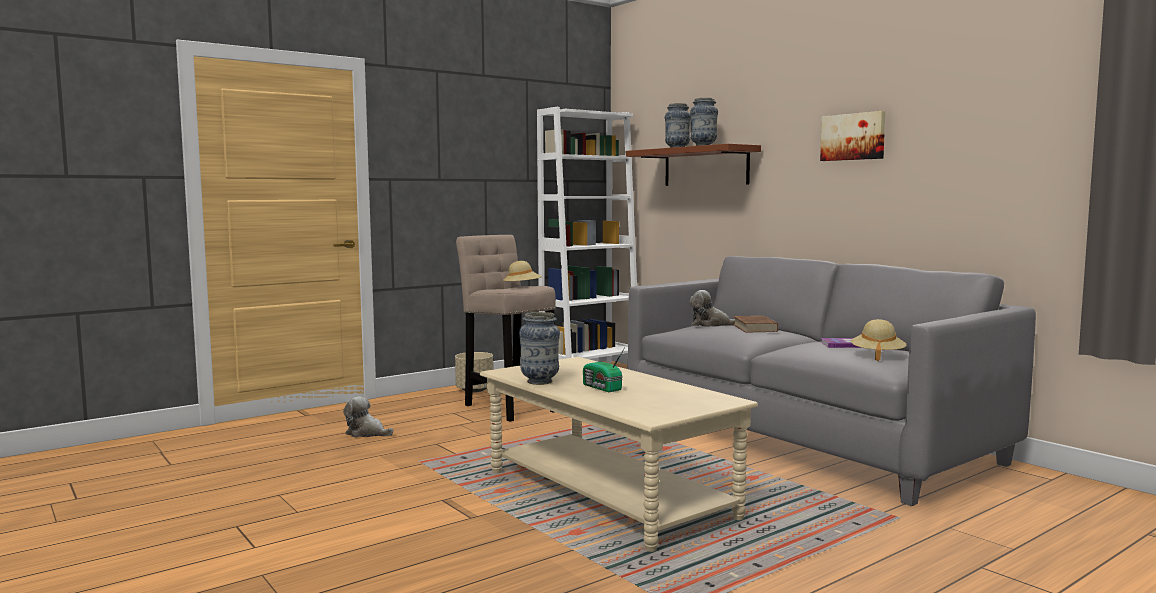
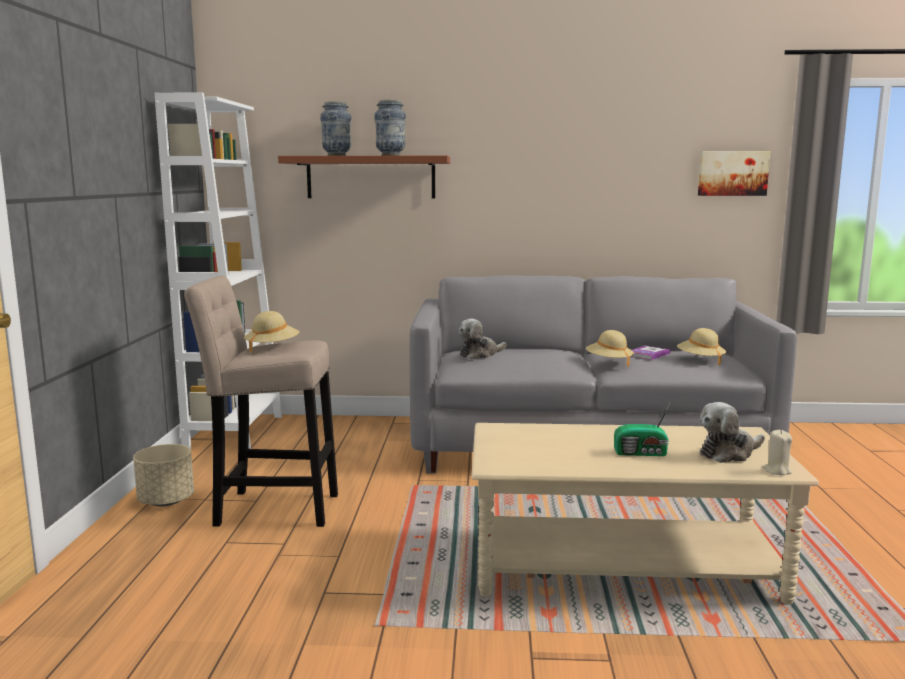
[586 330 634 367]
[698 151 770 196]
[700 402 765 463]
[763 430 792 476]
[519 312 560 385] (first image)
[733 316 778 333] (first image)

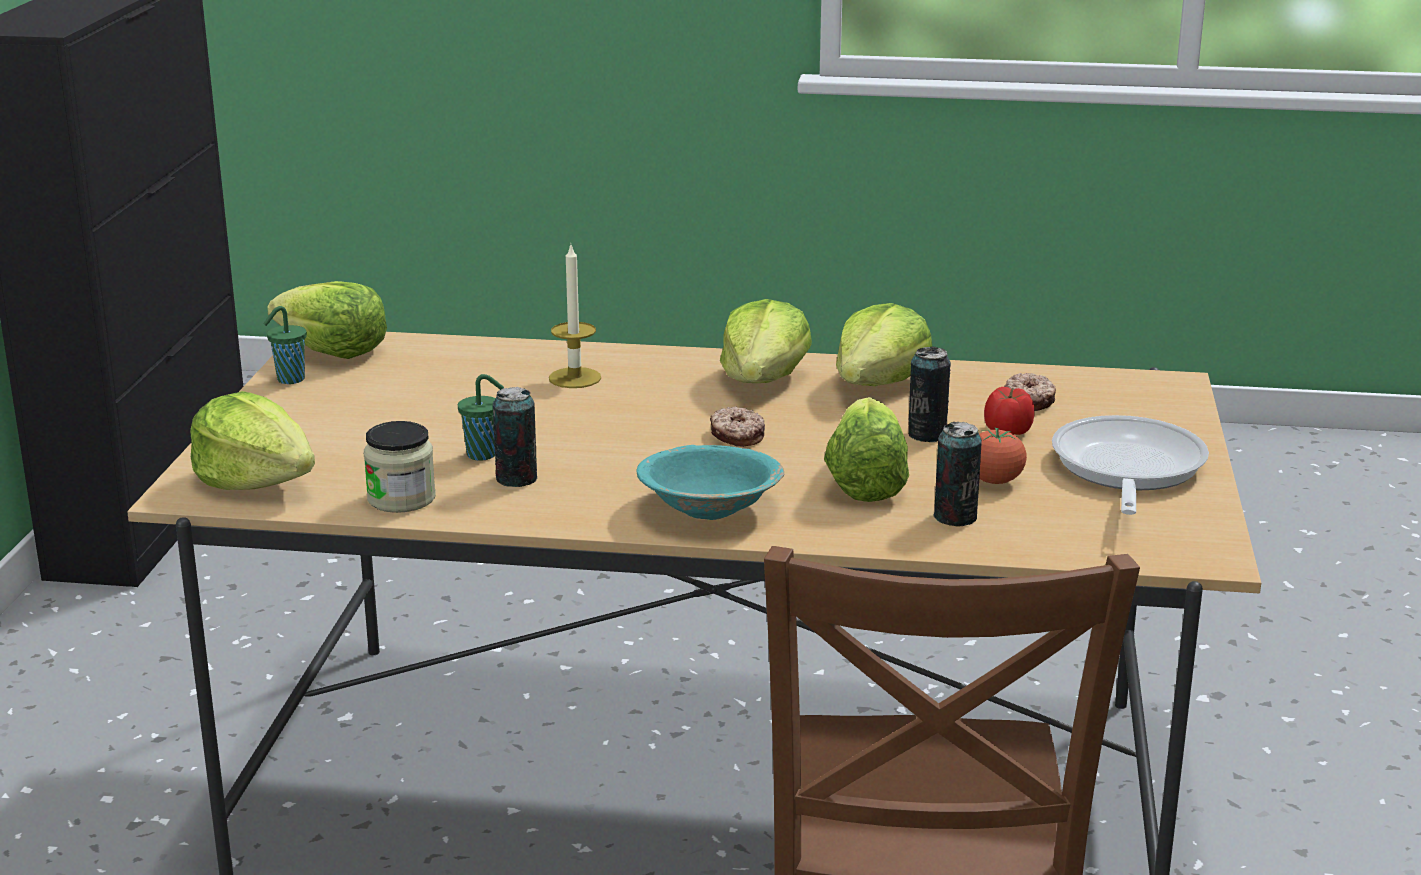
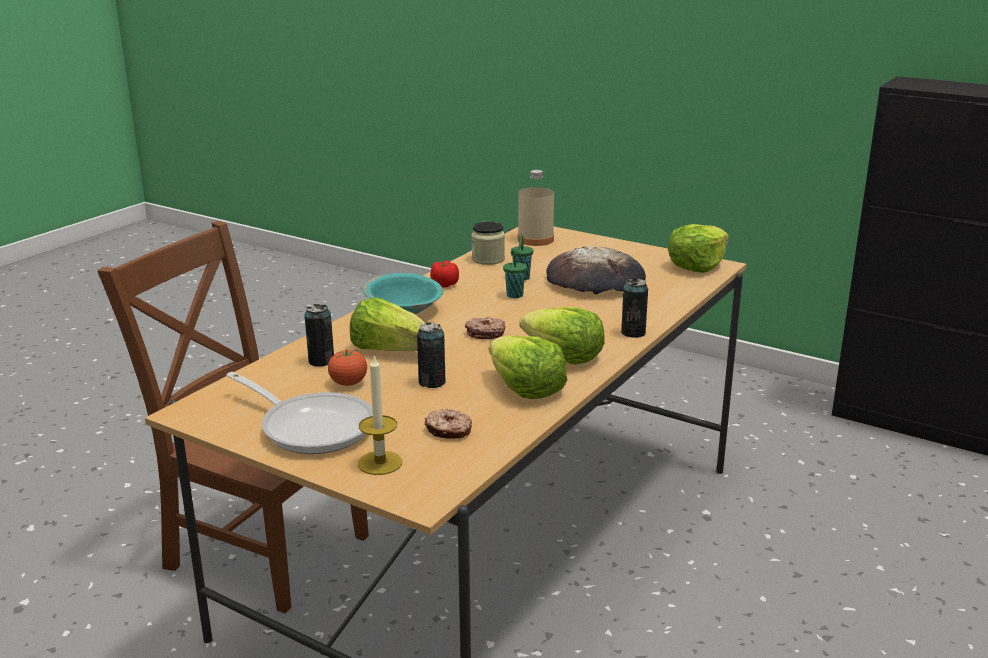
[358 356 402 475]
[430 260 459 288]
[503 249 527 298]
[517 170 554 246]
[546 246 646 294]
[621 278 648 338]

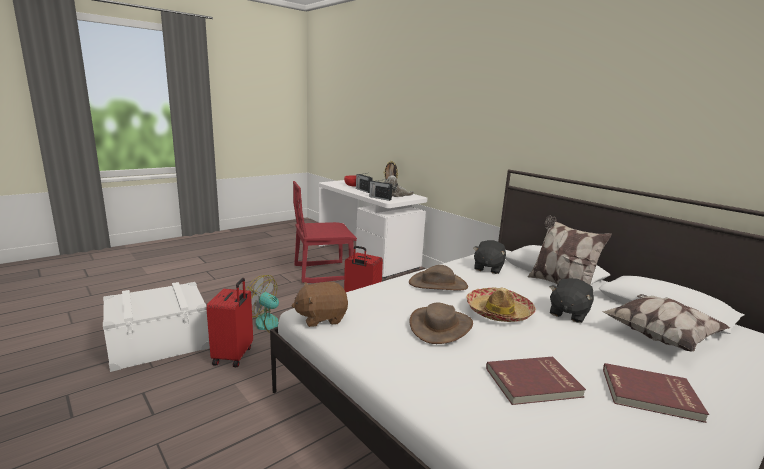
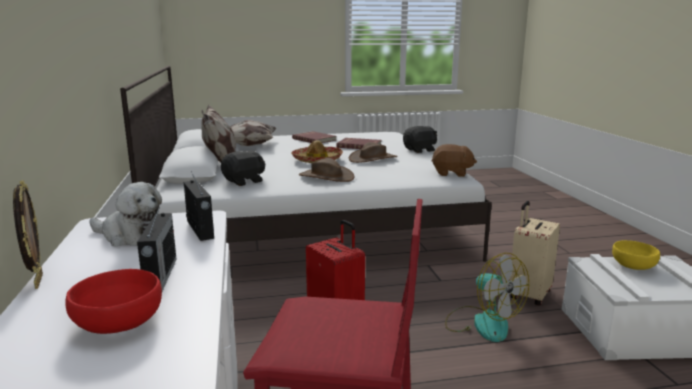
[403 126 437 153]
[509 201 560 306]
[612 240 660 270]

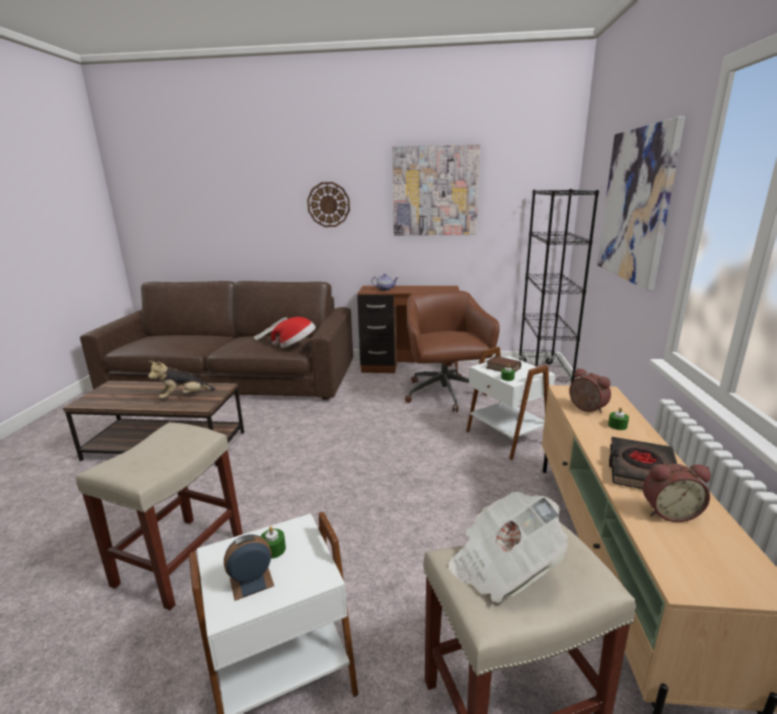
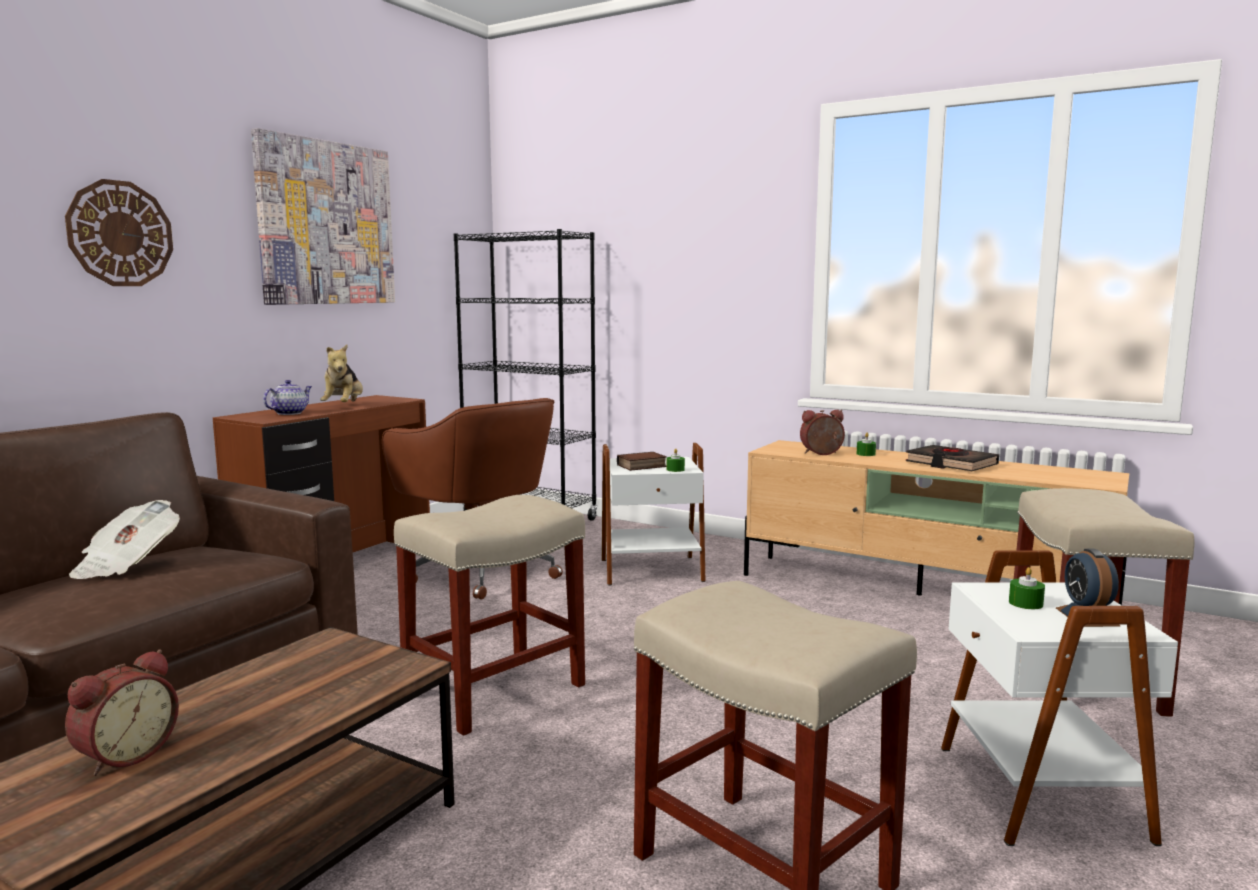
[65 649 179 776]
[320 345 363 402]
[382 398 563 599]
[394 495 585 736]
[271 317 316 348] (first image)
[448 491 568 603] (first image)
[597 117 685 291] (first image)

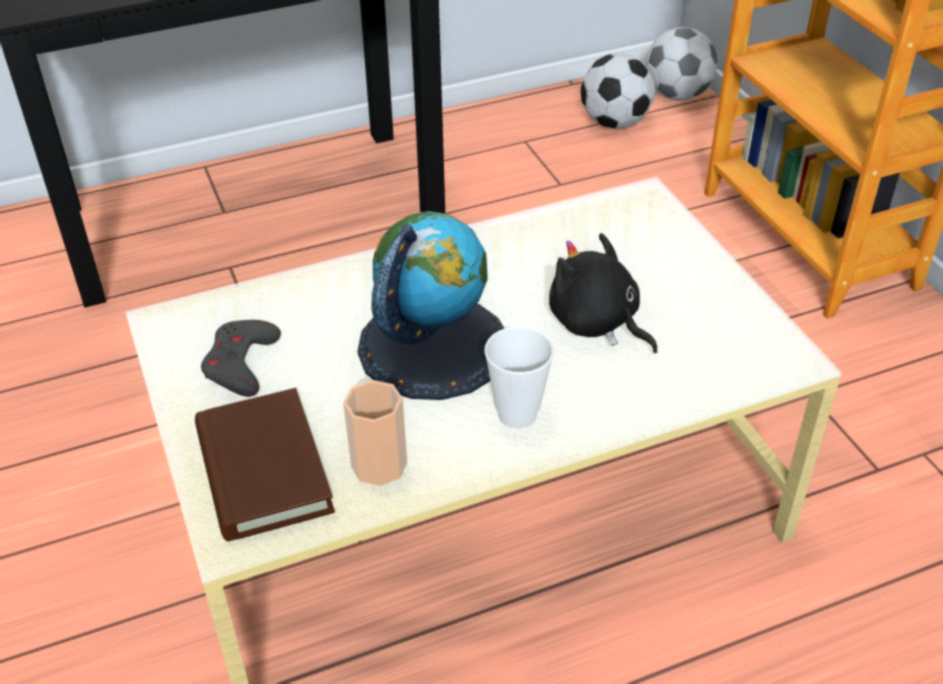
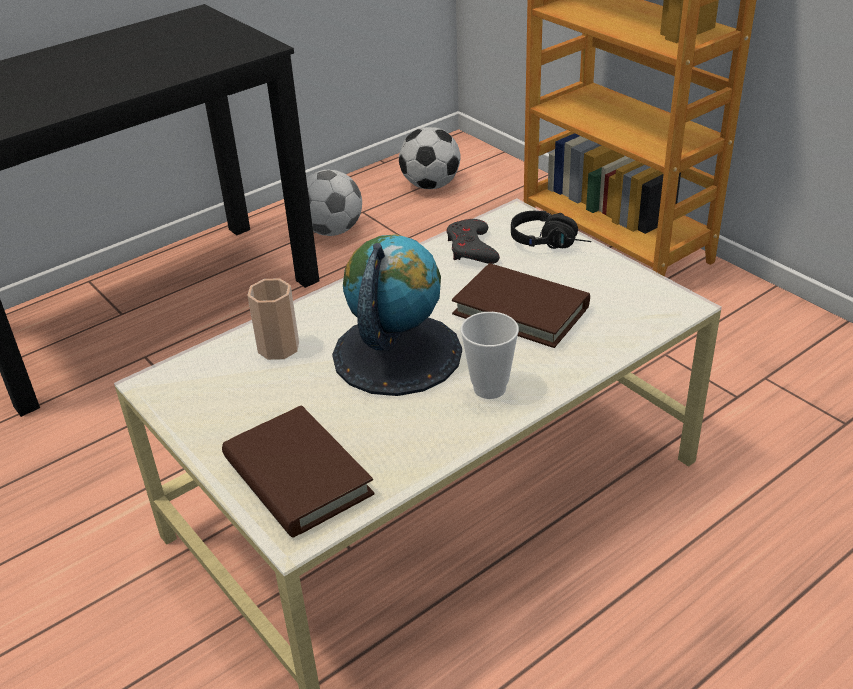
[247 278 299 360]
[306 170 362 236]
[447 219 500 264]
[452 263 590 348]
[511 211 591 249]

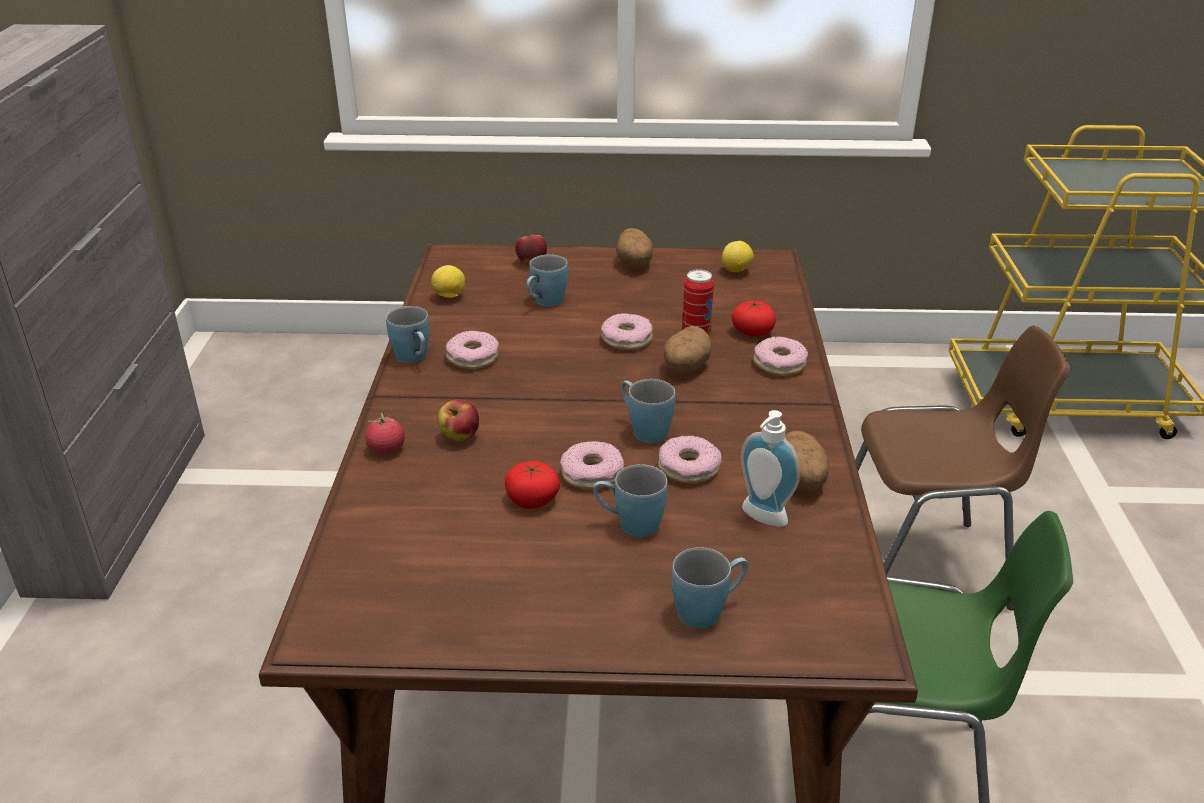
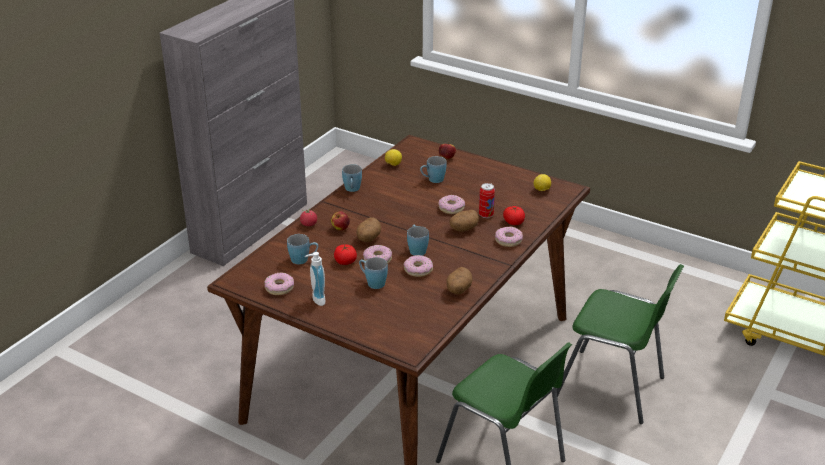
[265 272 294 295]
[287 234 318 264]
[305 252 325 306]
[357 217 381 242]
[556 264 684 424]

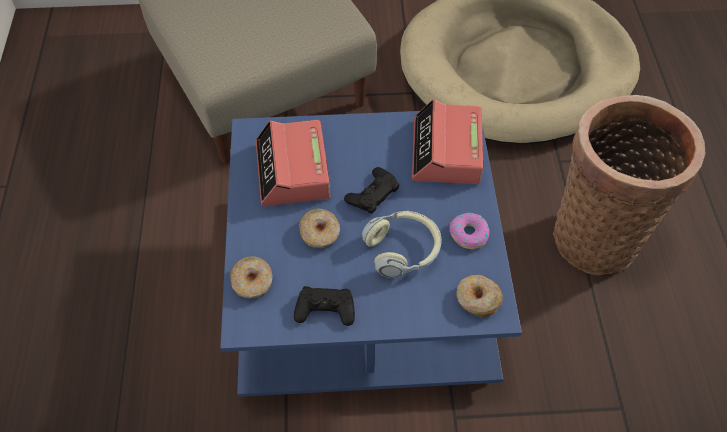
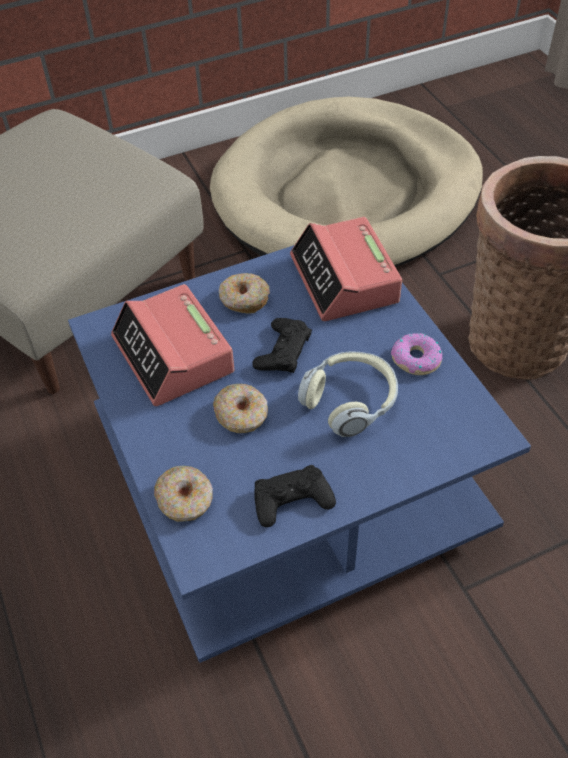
[219 273 270 313]

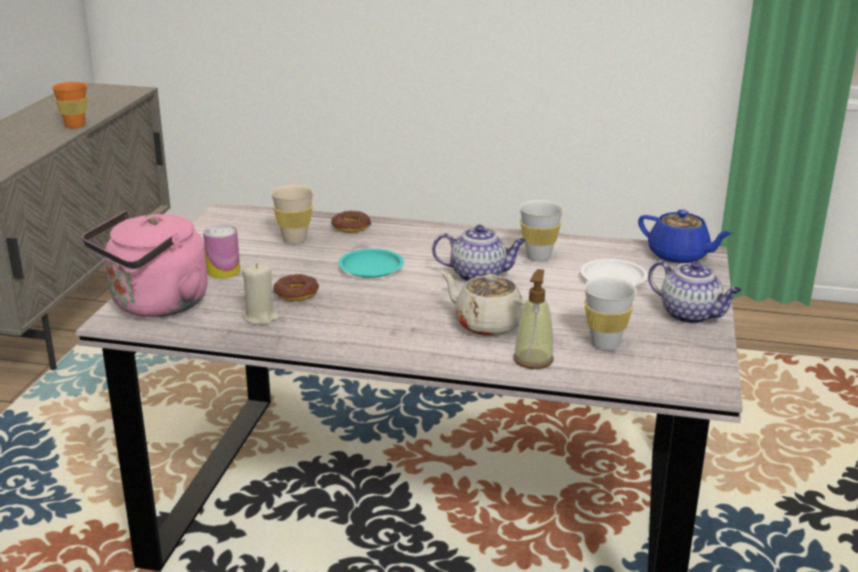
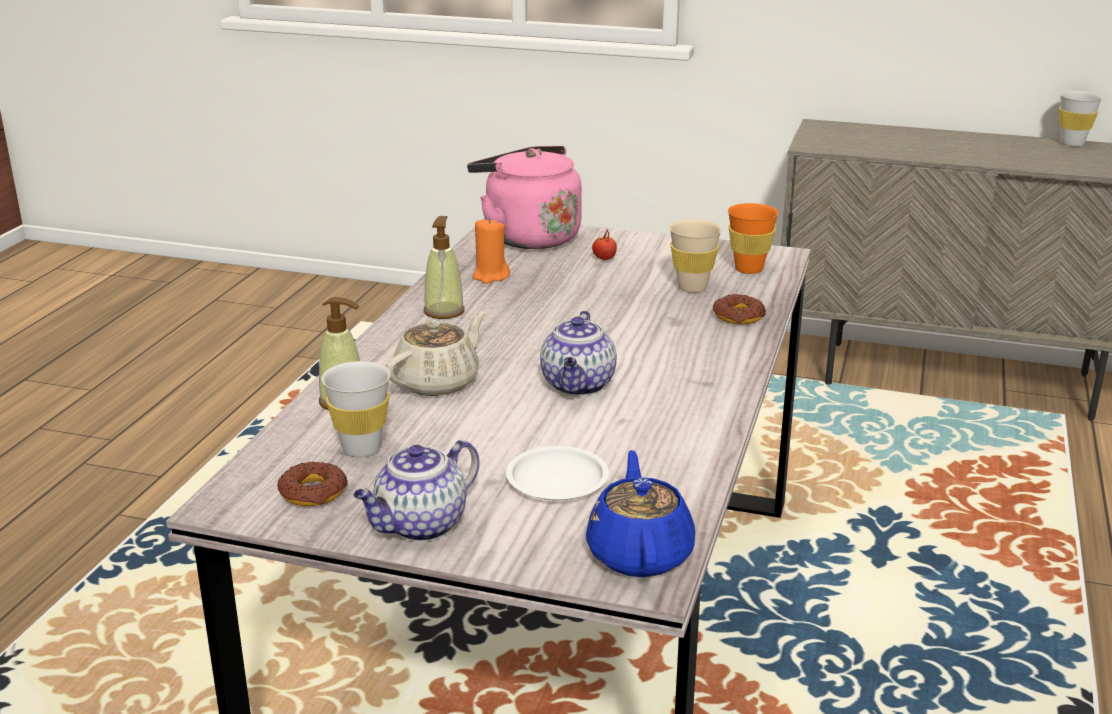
[277 462 348 506]
[424 216 465 319]
[473 218 510 284]
[586 450 695 577]
[592 228 617 260]
[728 203 779 274]
[1059 91 1103 147]
[339 249 404 278] (first image)

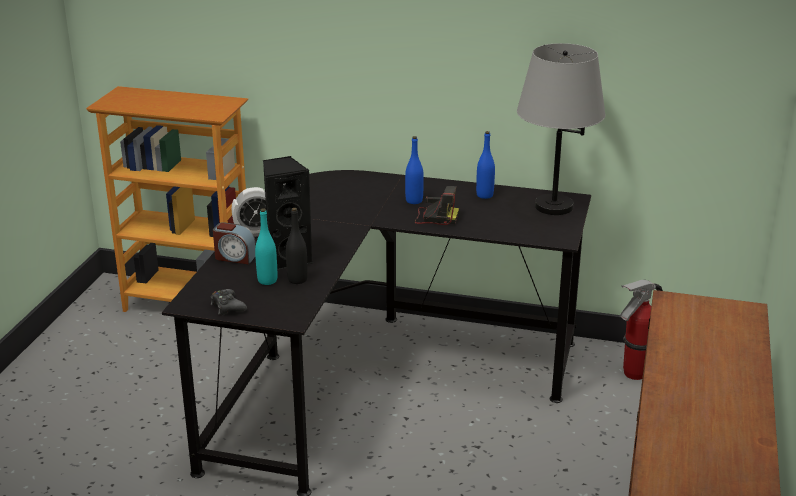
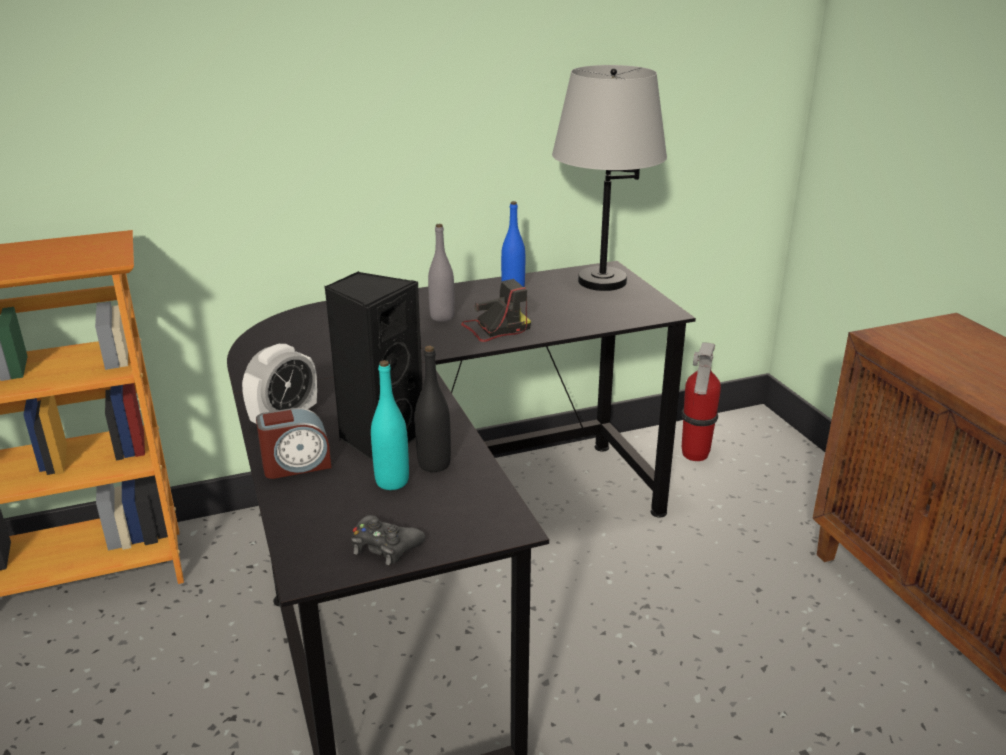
[428 224 455 322]

